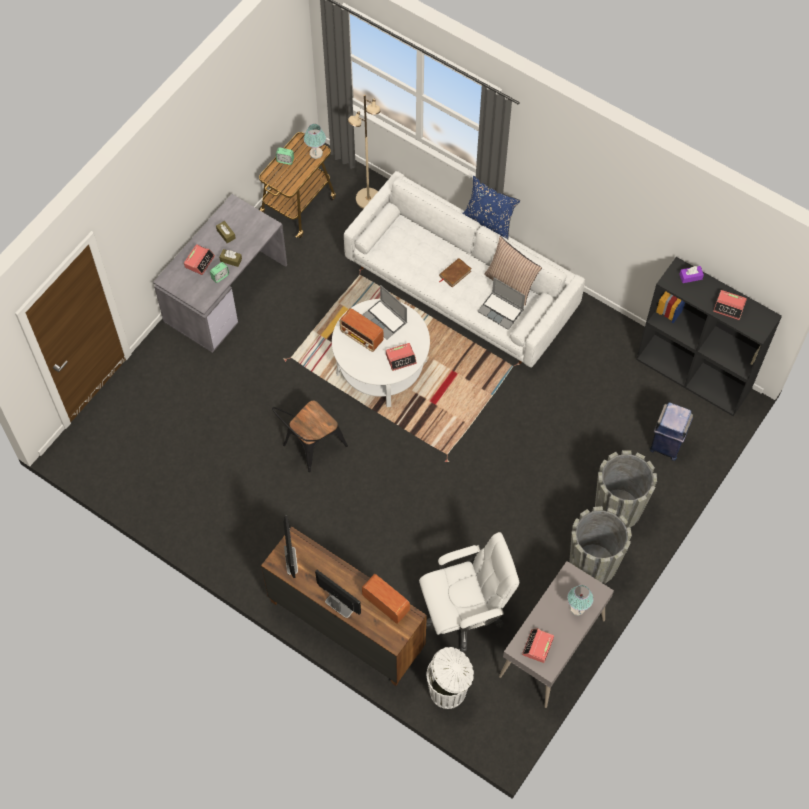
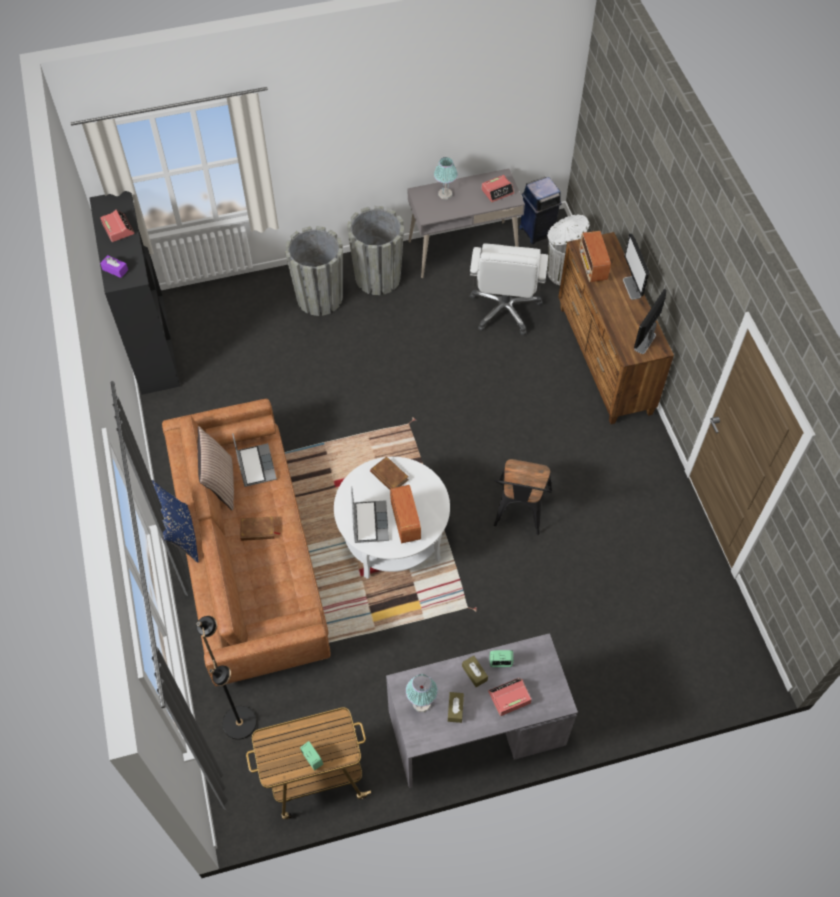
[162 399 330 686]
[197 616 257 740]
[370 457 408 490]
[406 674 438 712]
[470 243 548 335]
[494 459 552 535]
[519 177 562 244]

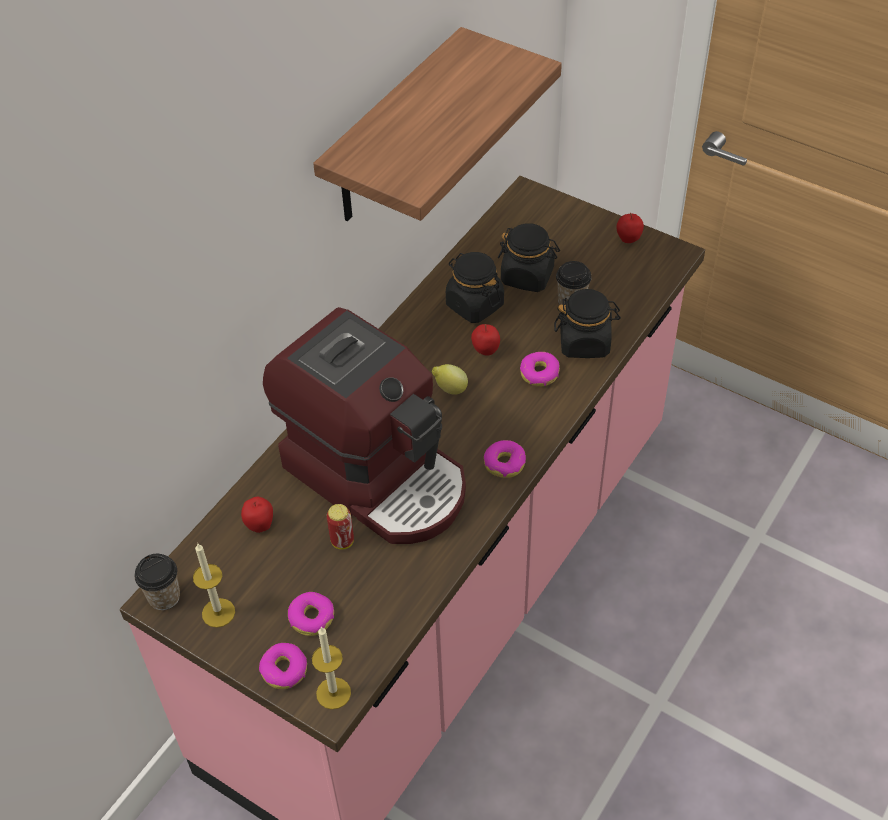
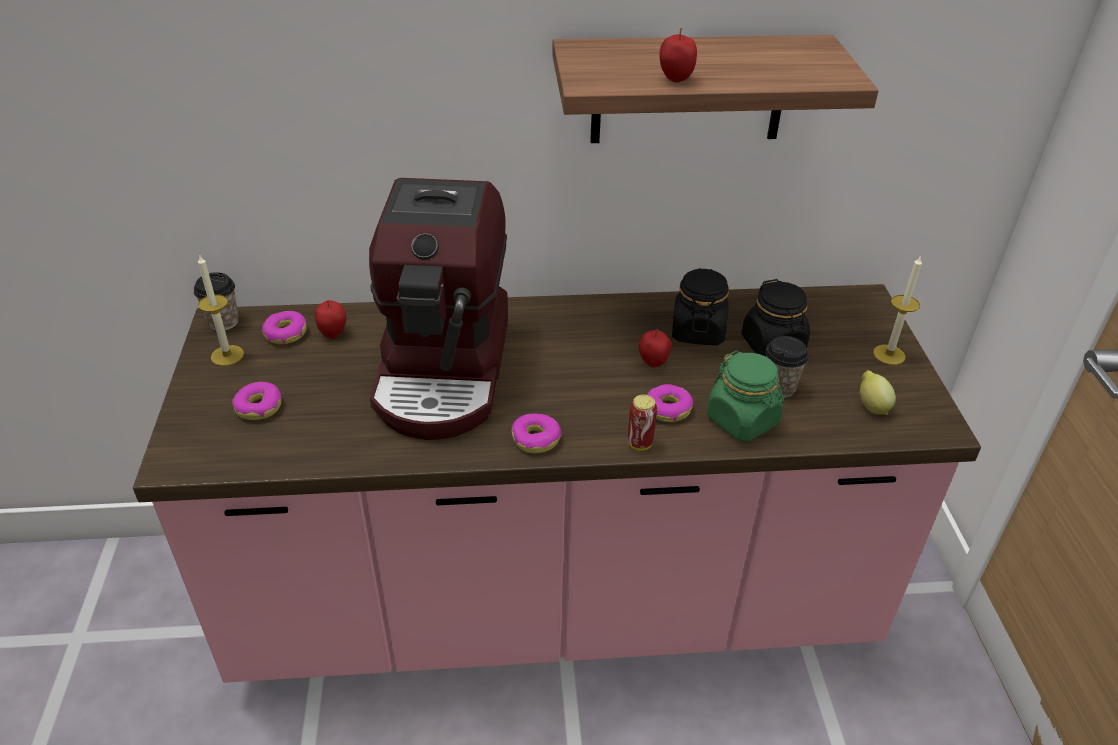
[262 311 307 344]
[628 395 657 451]
[660 28 697 82]
[707 350 784 441]
[860 370 896 415]
[873 255 922 365]

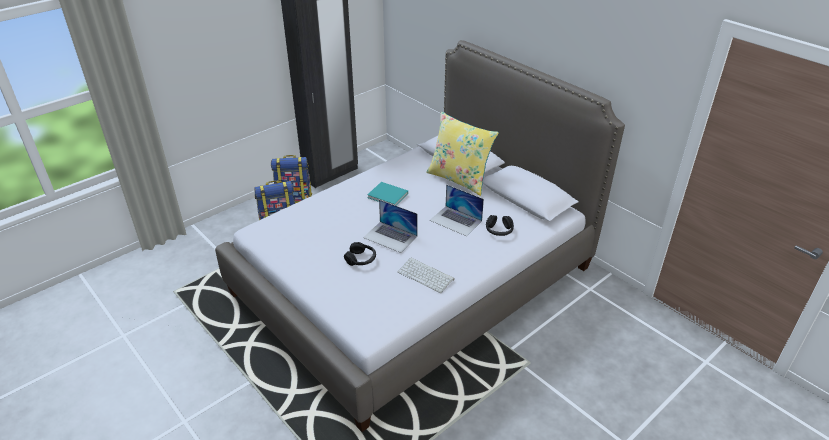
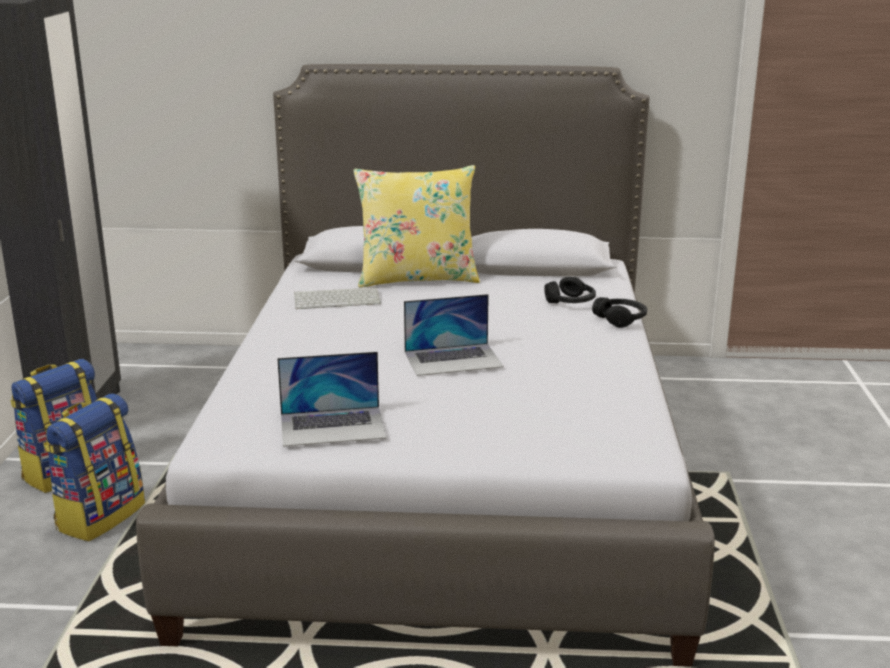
[277 352 387 447]
[294 287 381 309]
[592 297 647 328]
[367 182 408 206] (first image)

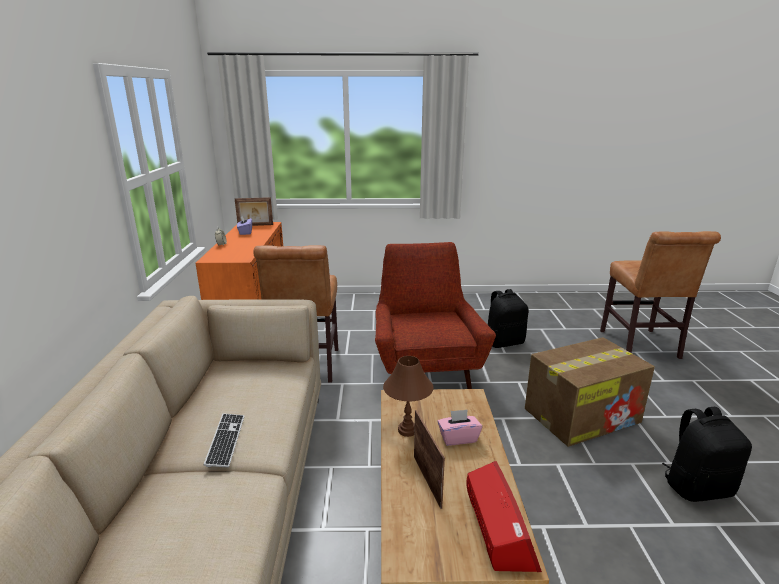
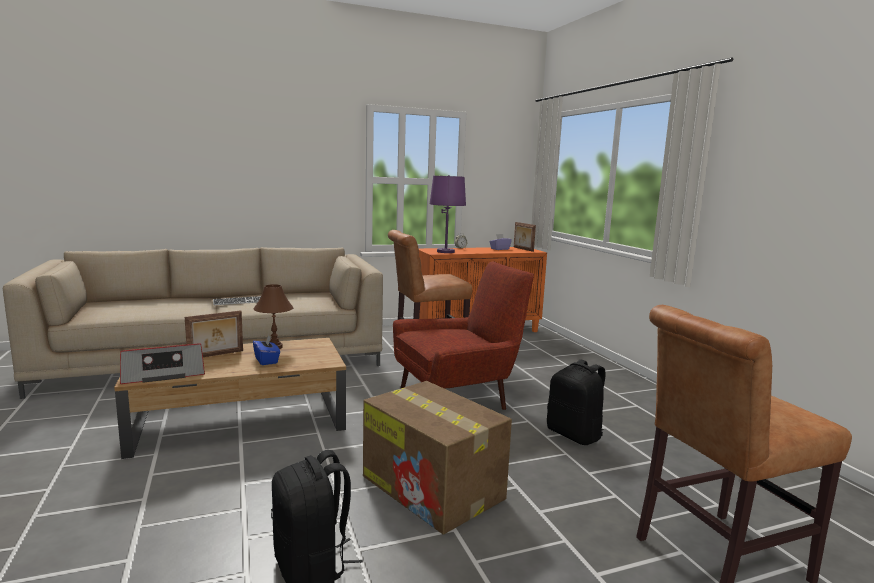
[253 335 280 365]
[430 175 466 253]

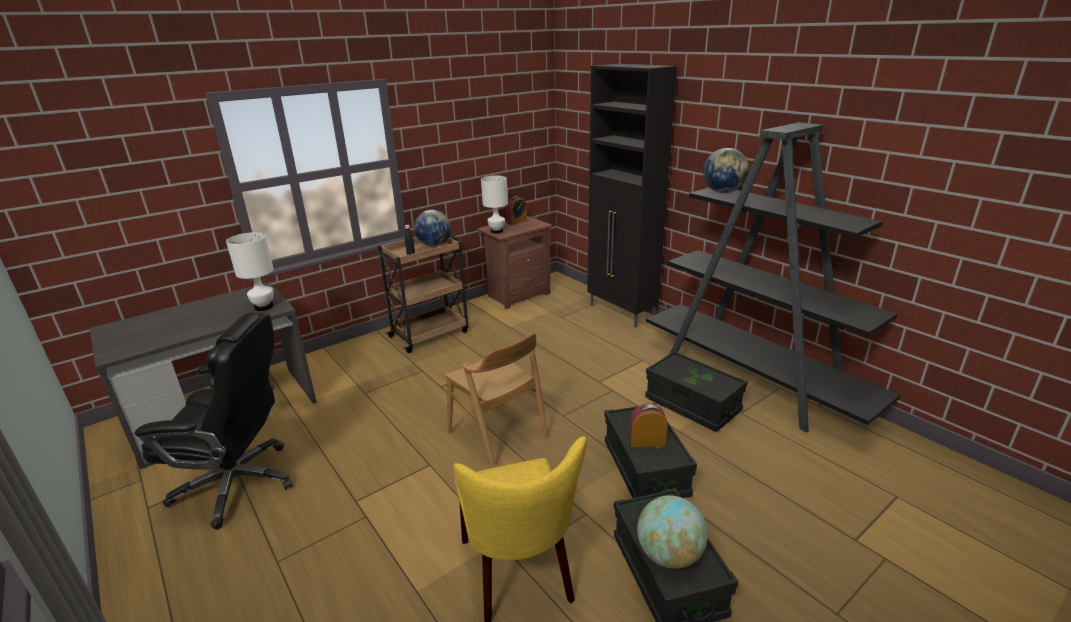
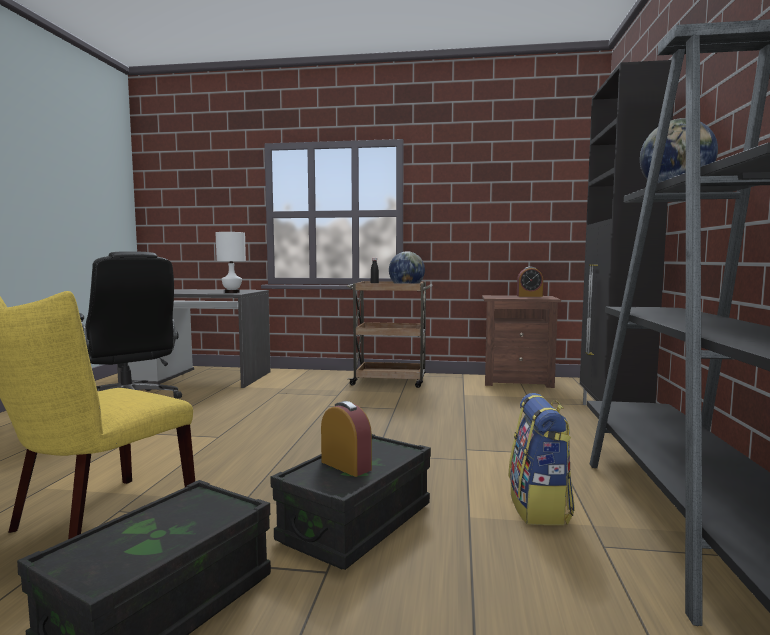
[509 393 575 525]
[445 333 548 468] (first image)
[481 176 508 233] (first image)
[637 495 708 569] (first image)

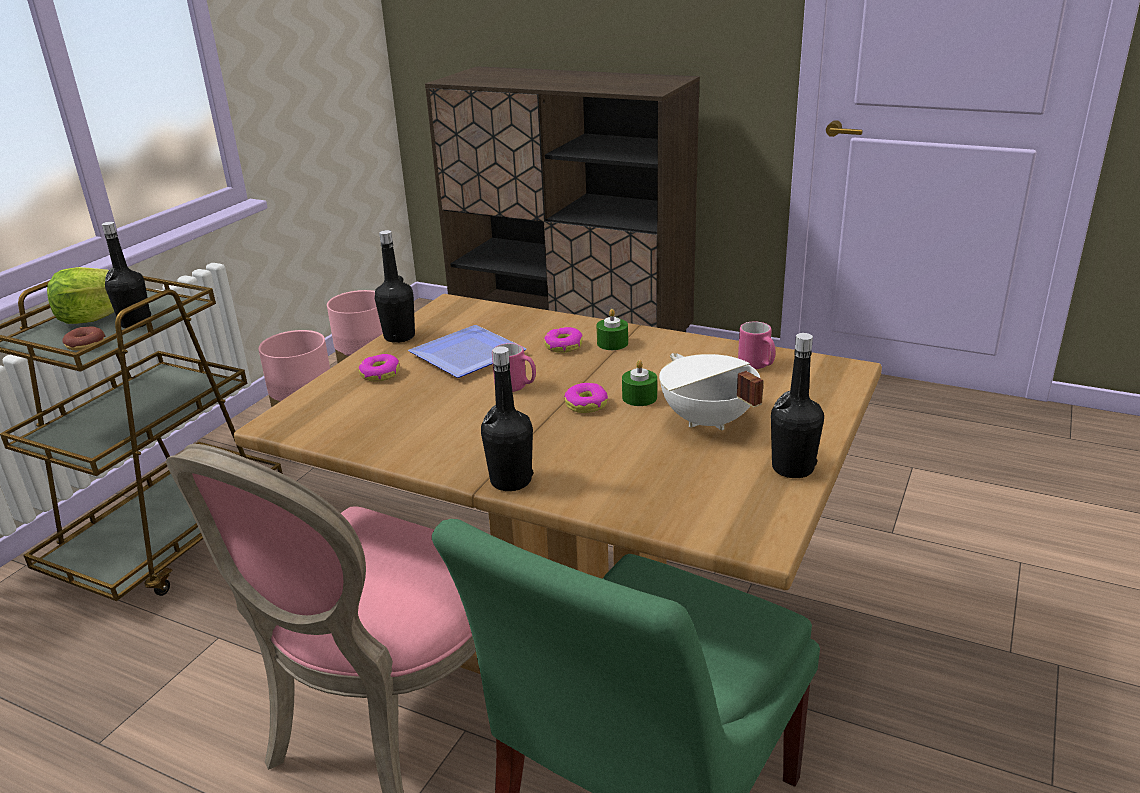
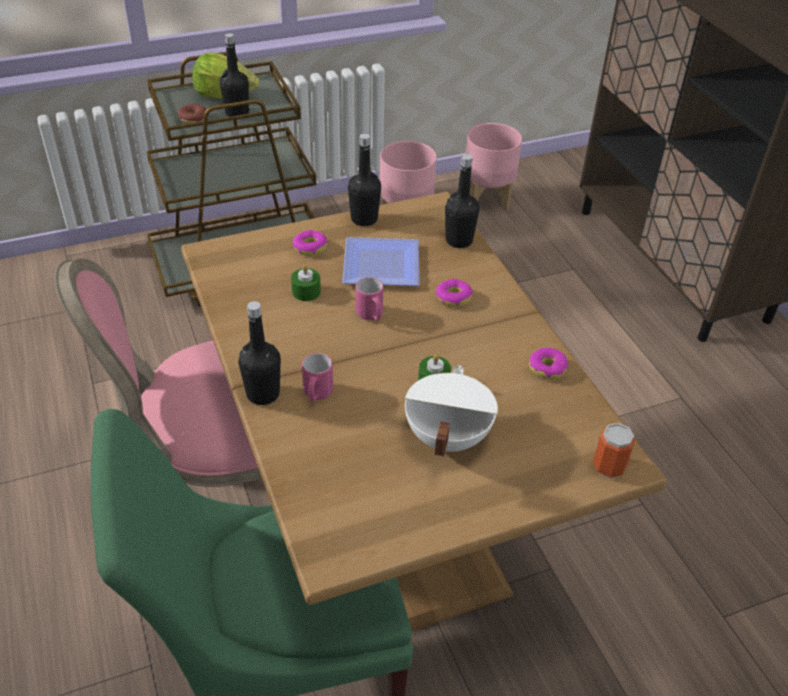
[291 265 321 301]
[302 353 333 402]
[445 154 479 248]
[529 348 568 380]
[593 423 635 478]

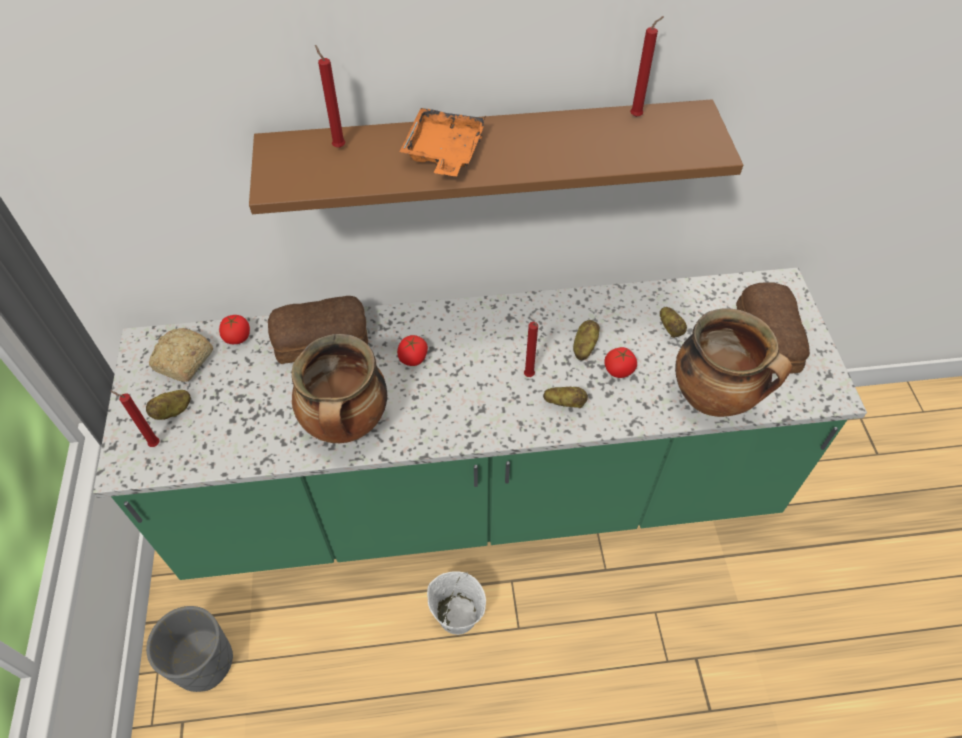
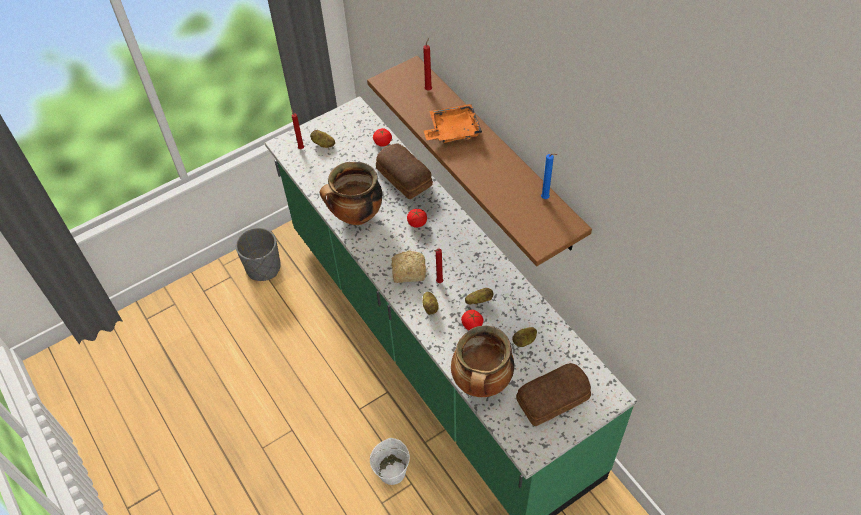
[370 438 410 485]
[391 250 426 283]
[541 153 557 199]

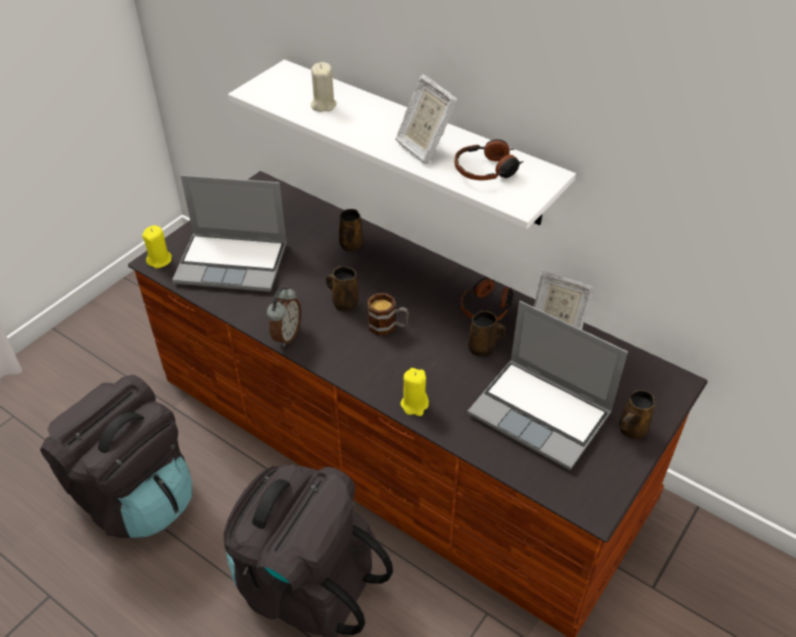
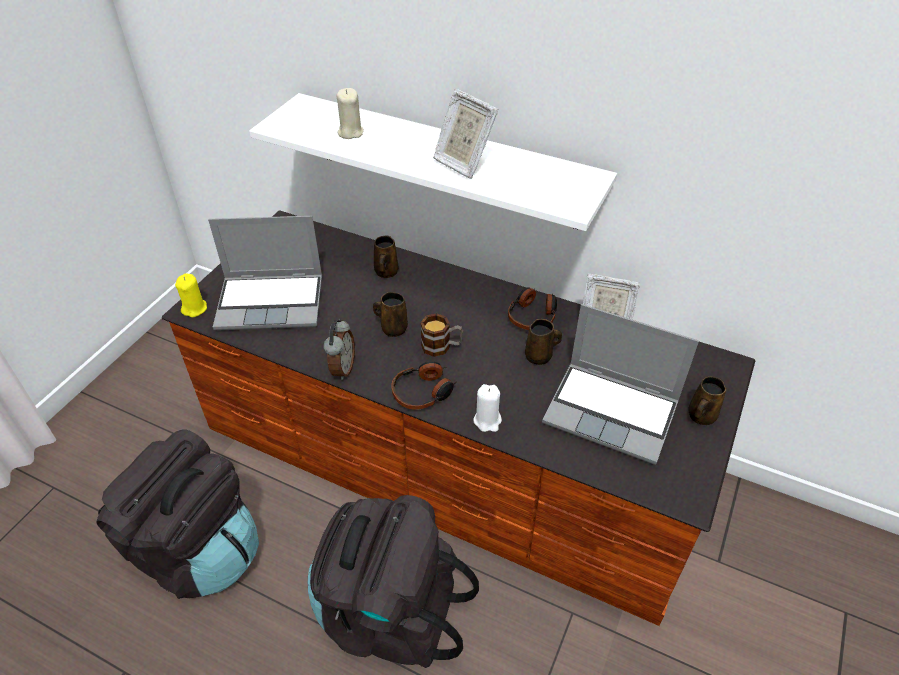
[391 361 457 410]
[473 384 502 432]

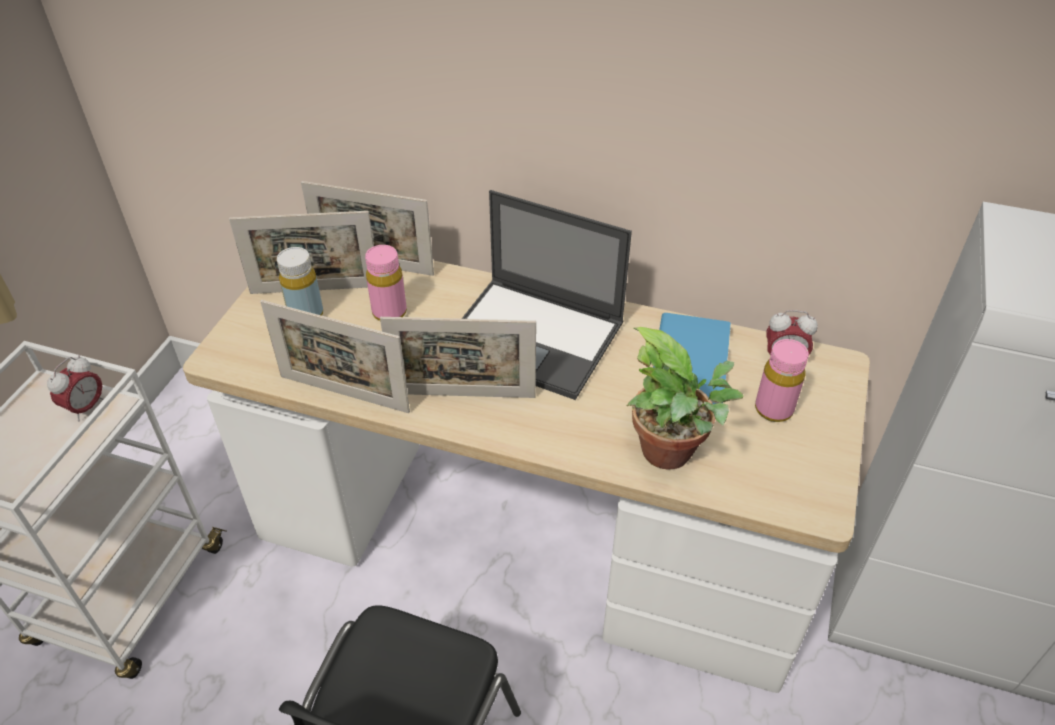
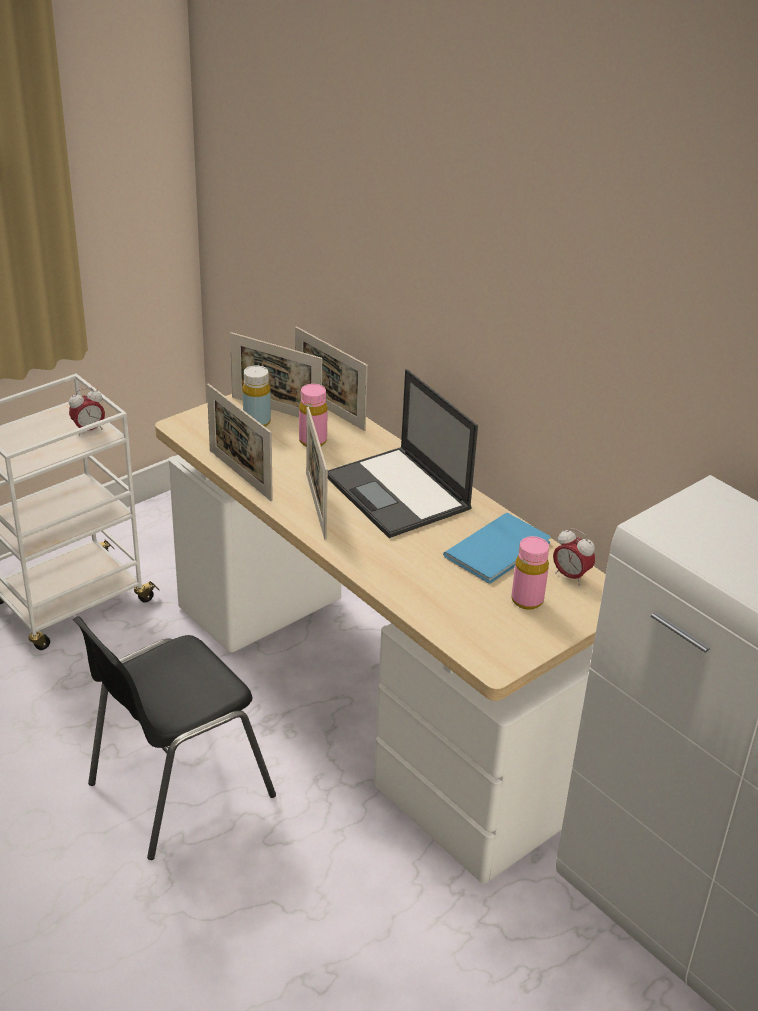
[306 407 328 540]
[627 327 743 470] (first image)

